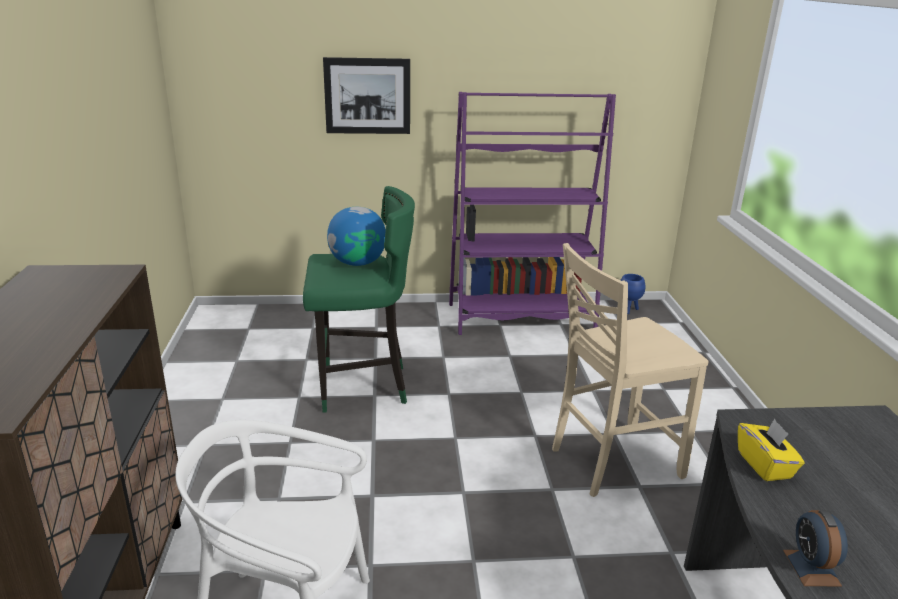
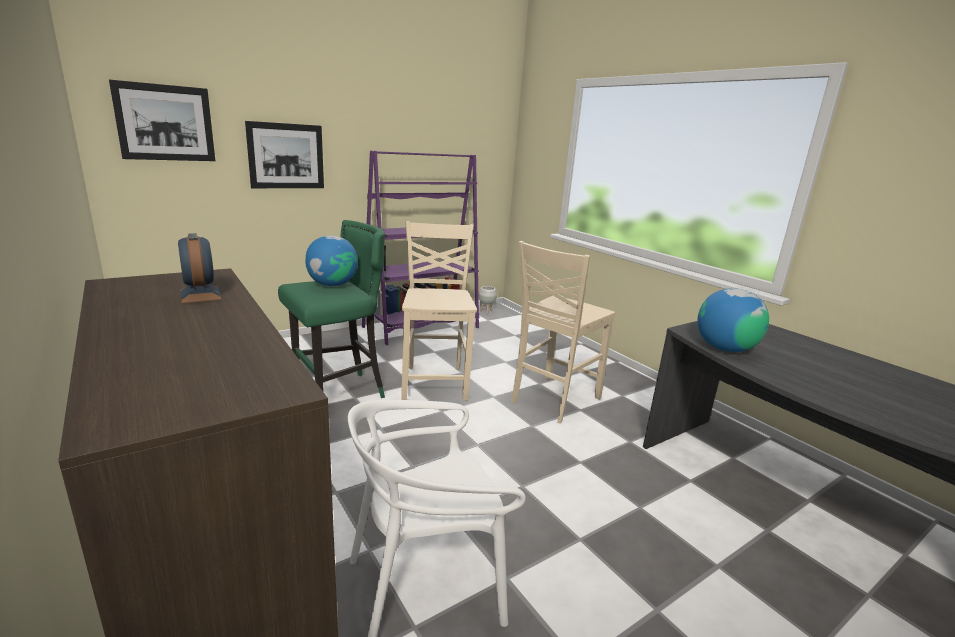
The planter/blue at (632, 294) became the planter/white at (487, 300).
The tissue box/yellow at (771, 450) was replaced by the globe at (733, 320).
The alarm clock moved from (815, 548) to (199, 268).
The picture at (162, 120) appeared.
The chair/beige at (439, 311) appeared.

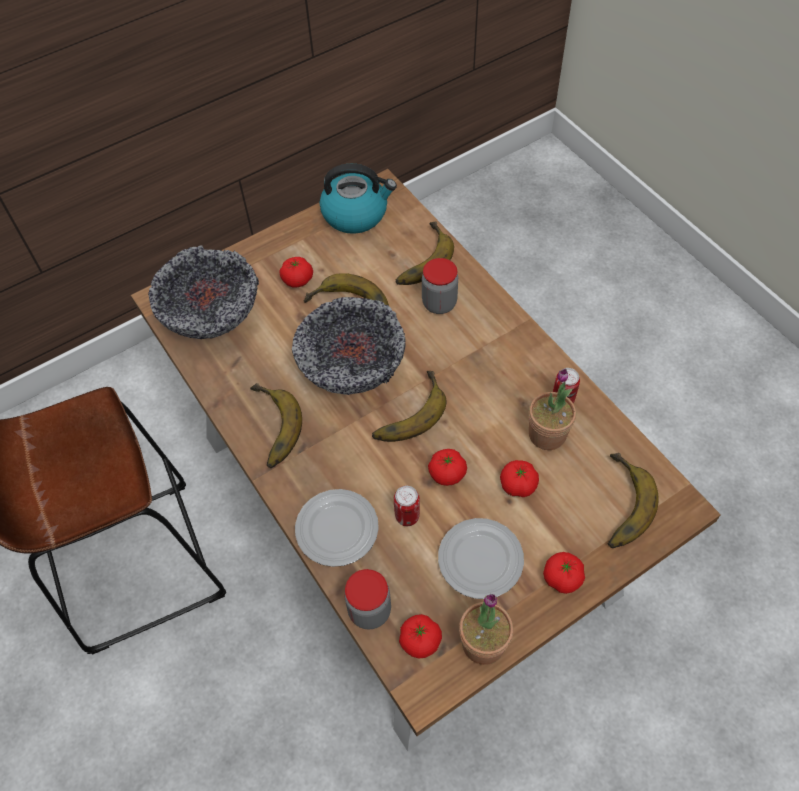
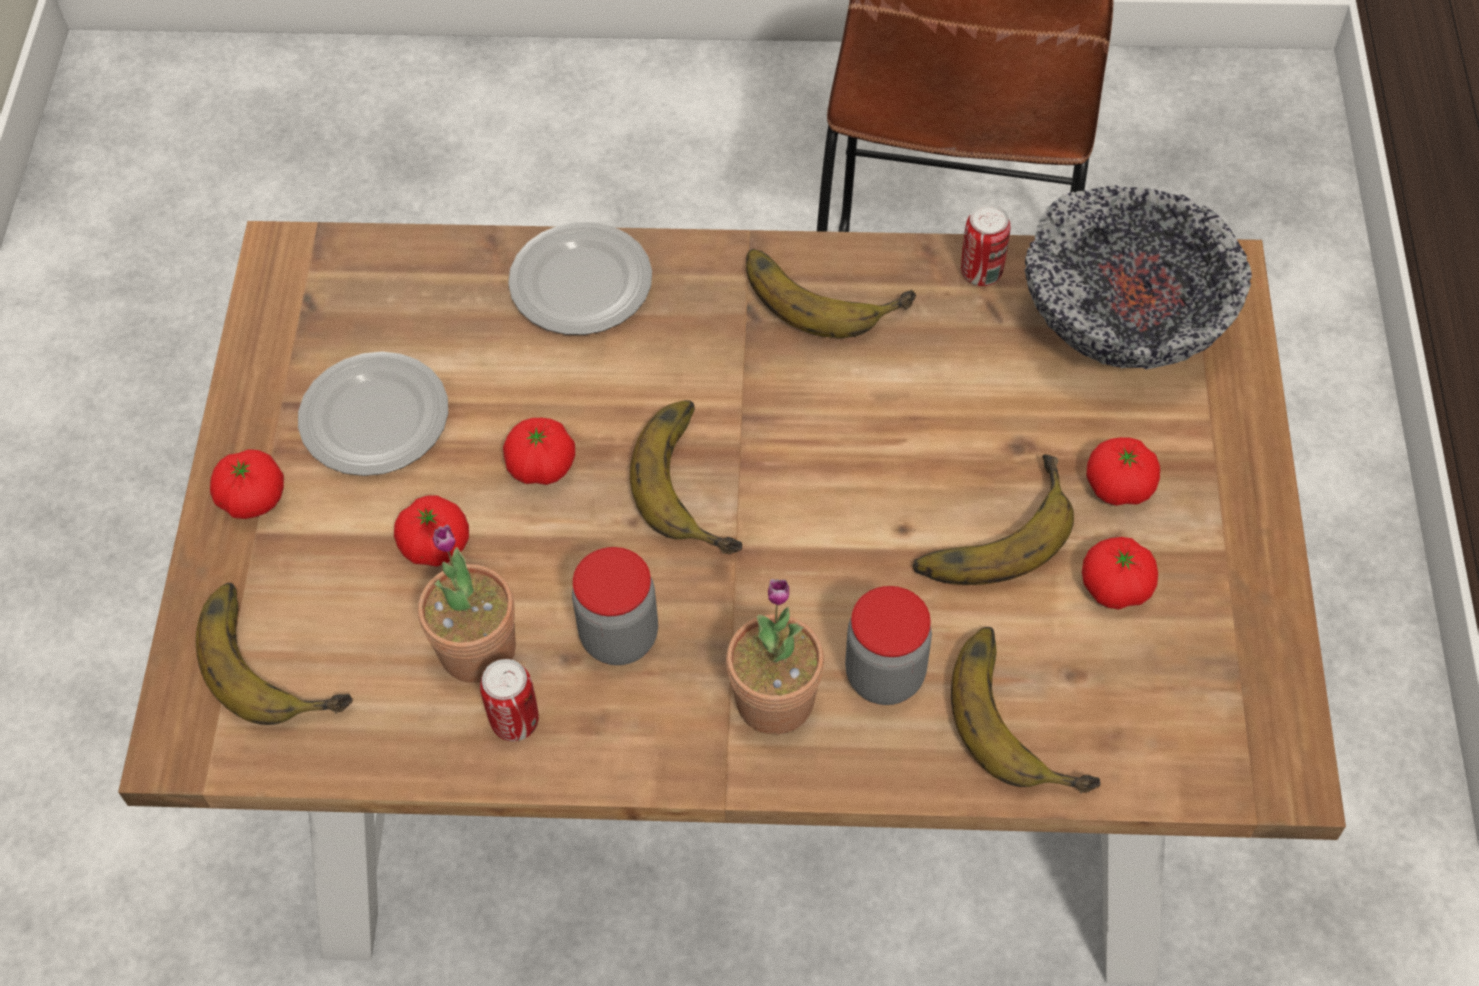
The bowl at (349, 346) disappeared.
The kettle at (358, 199) disappeared.
The jar moved from (367, 599) to (615, 606).
The can moved from (407, 506) to (985, 245).
The tomato moved from (420, 636) to (1120, 573).
The potted plant moved from (486, 629) to (775, 656).

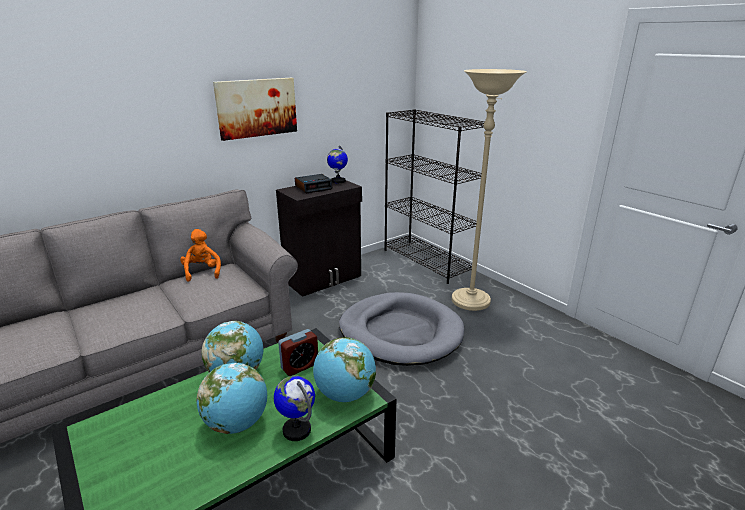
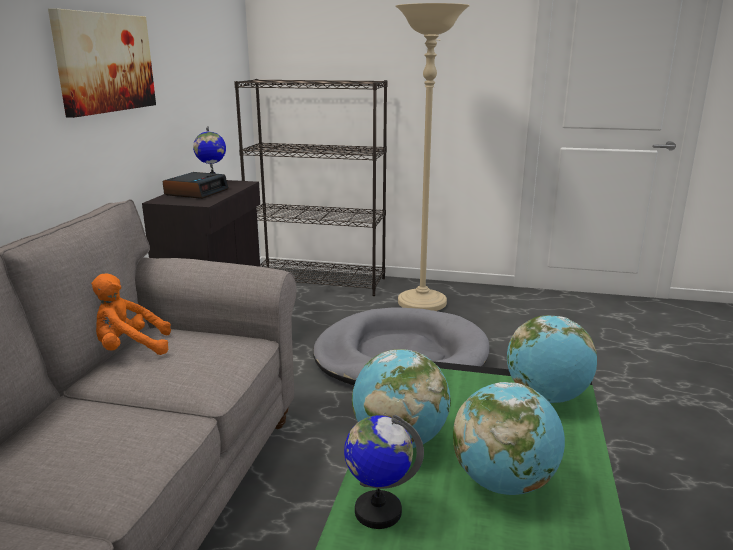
The plush toy/orange at (200, 255) turned 45 degrees counterclockwise.
The globe moved from (294, 408) to (384, 472).
The alarm clock at (298, 352) disappeared.

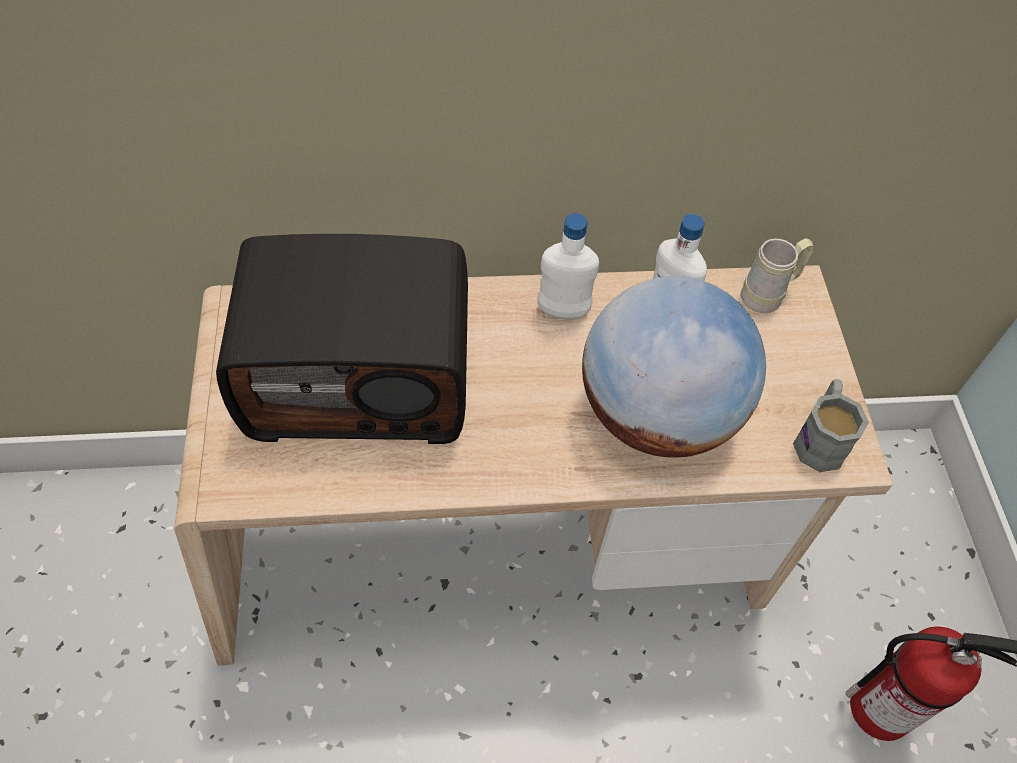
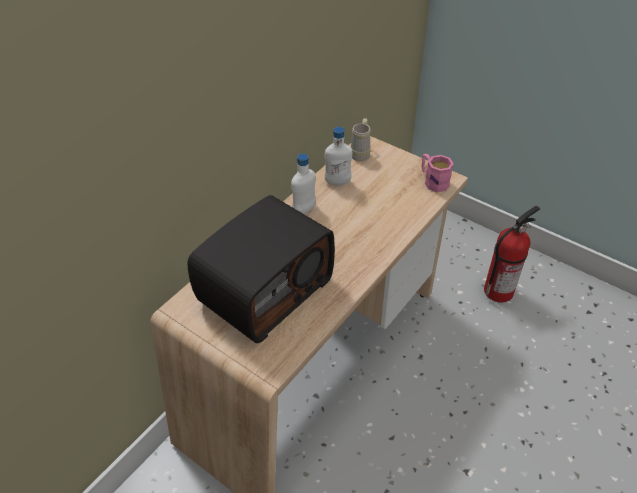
The globe at (674, 367) disappeared.
The mug/grey at (831, 425) became the mug/pink at (438, 173).

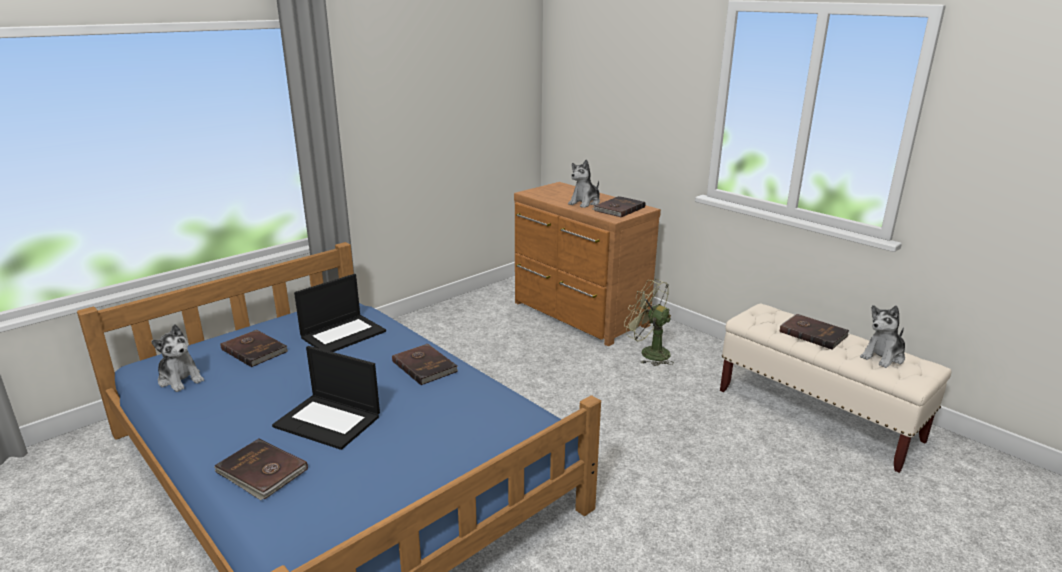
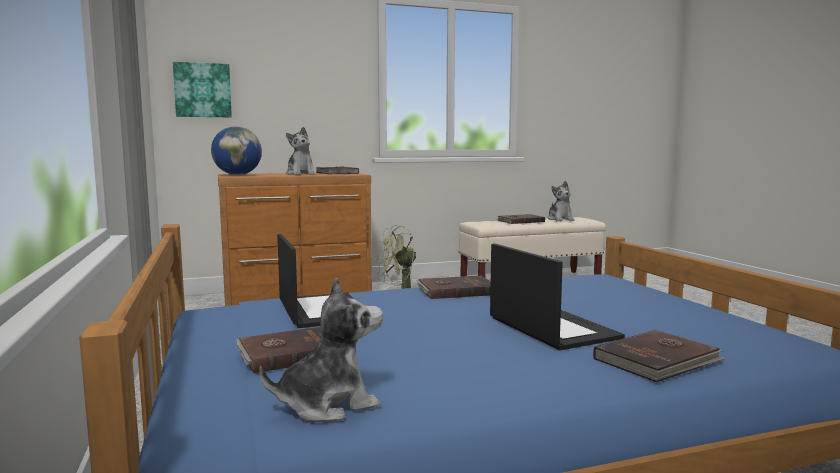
The laptop at (326, 398) turned 75 degrees counterclockwise.
The picture at (202, 90) appeared.
The globe at (236, 150) appeared.

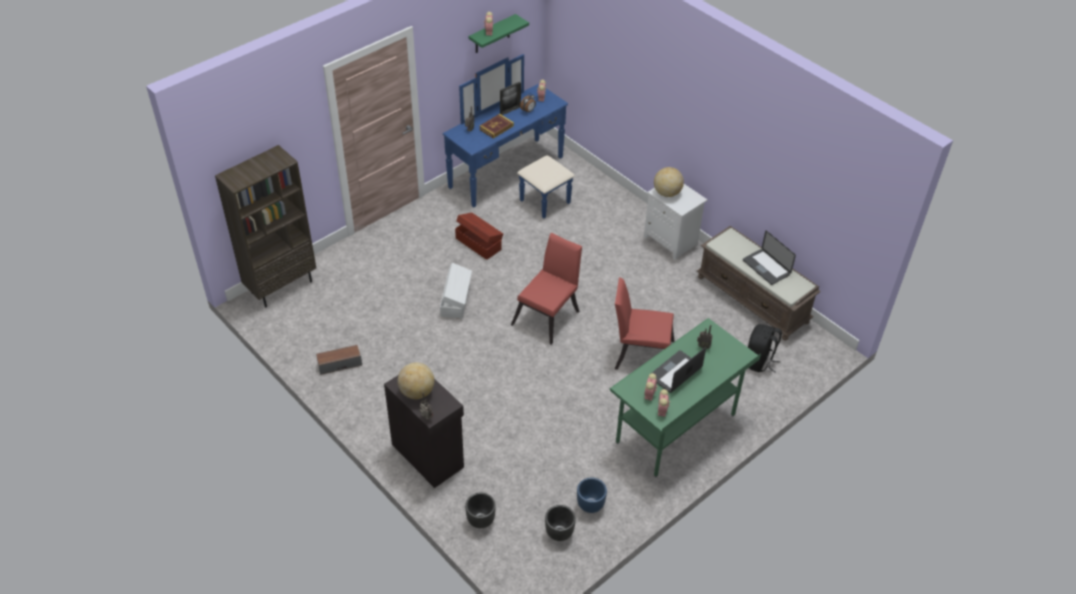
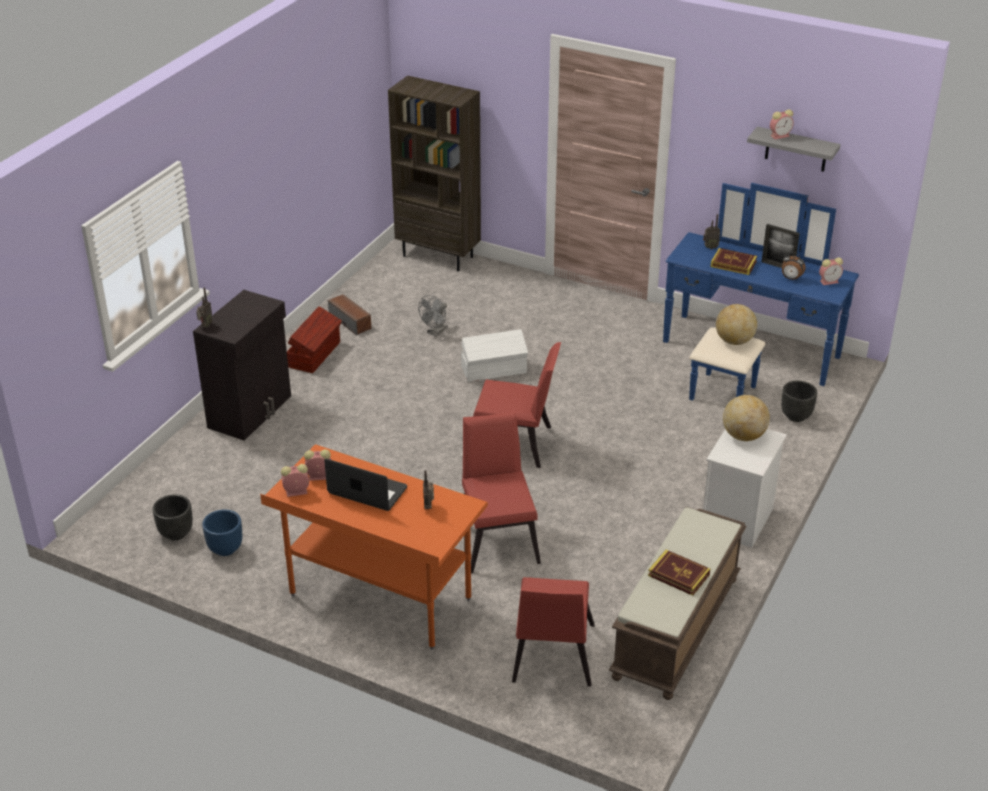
The globe moved from (416, 380) to (736, 324).
The storage box/brown moved from (479, 236) to (314, 339).
The planter/black moved from (480, 510) to (799, 401).
The shelf/green at (499, 33) became the shelf/grey at (794, 149).
The desk/green at (685, 397) became the desk/orange at (374, 547).
The laptop at (769, 257) was replaced by the book at (679, 573).
The backpack/black at (765, 348) was replaced by the chair/red at (553, 632).
The fan/grey at (433, 315) appeared.

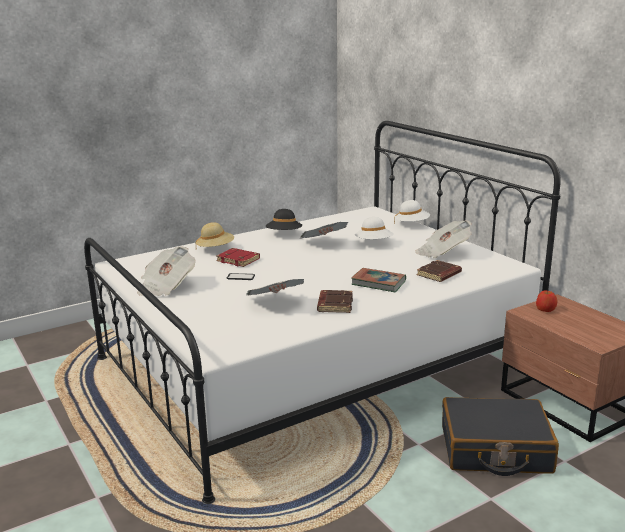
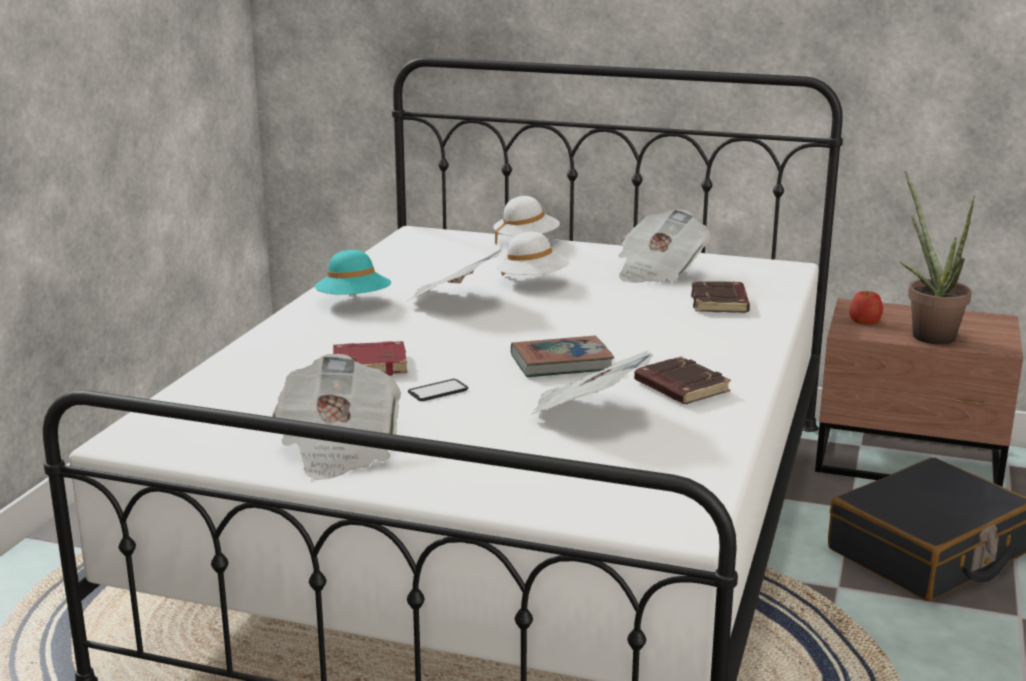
The hat/beige at (214, 234) disappeared.
The hat/black at (284, 219) became the hat/turquoise at (352, 272).
The book moved from (378, 280) to (562, 356).
The potted plant at (937, 258) appeared.

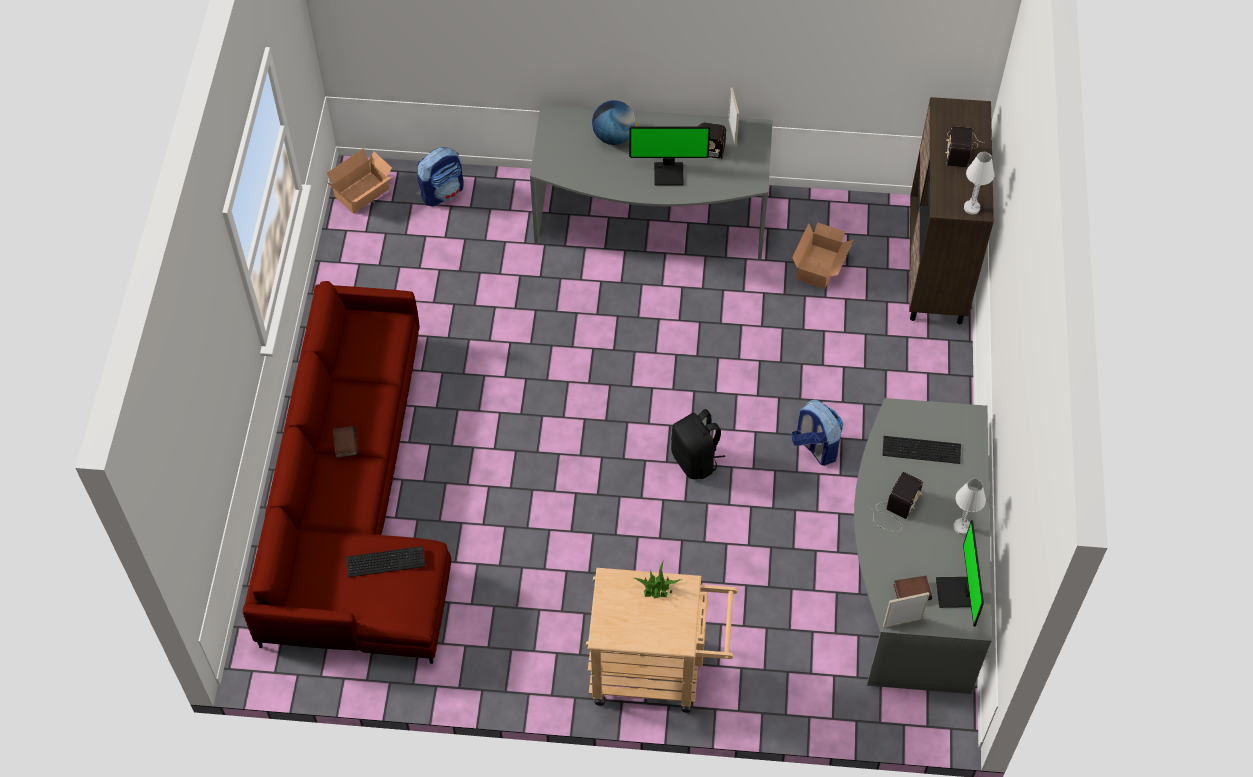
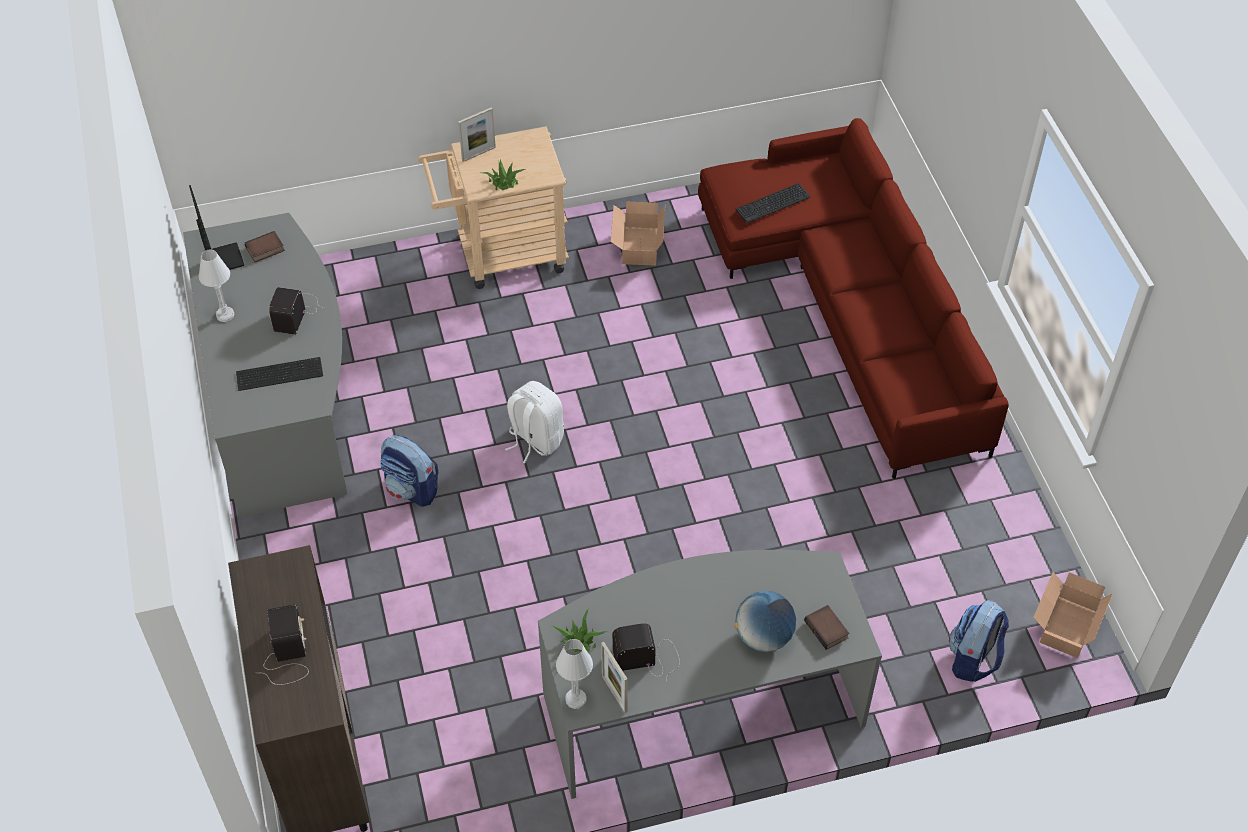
The book moved from (345, 442) to (826, 627).
The monitor at (669, 156) disappeared.
The backpack/black at (698, 444) became the backpack/white at (534, 422).
The cardboard box moved from (823, 255) to (638, 234).
The picture frame moved from (906, 610) to (477, 134).
The table lamp/white moved from (979, 183) to (574, 674).
The potted plant at (579, 630) appeared.

